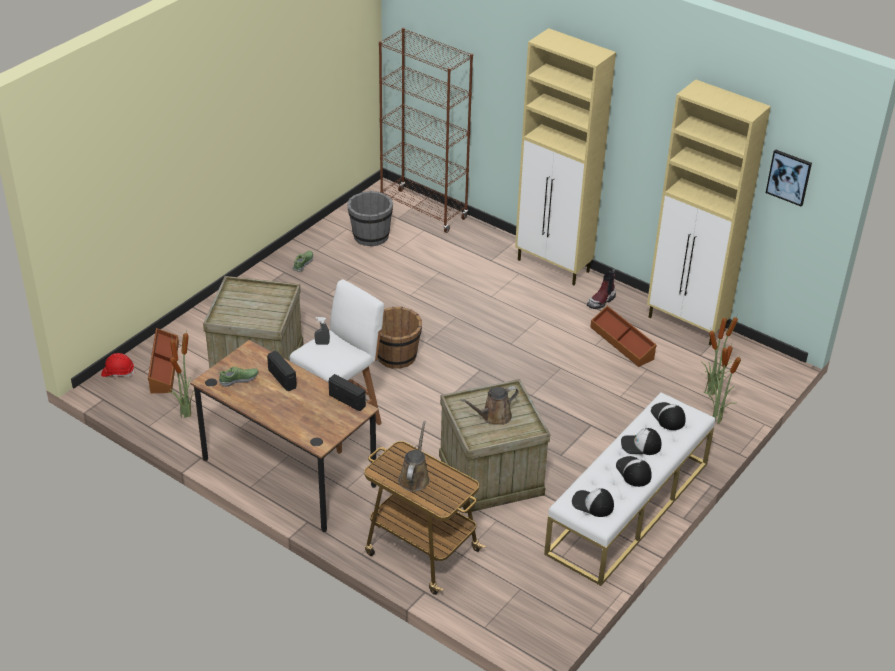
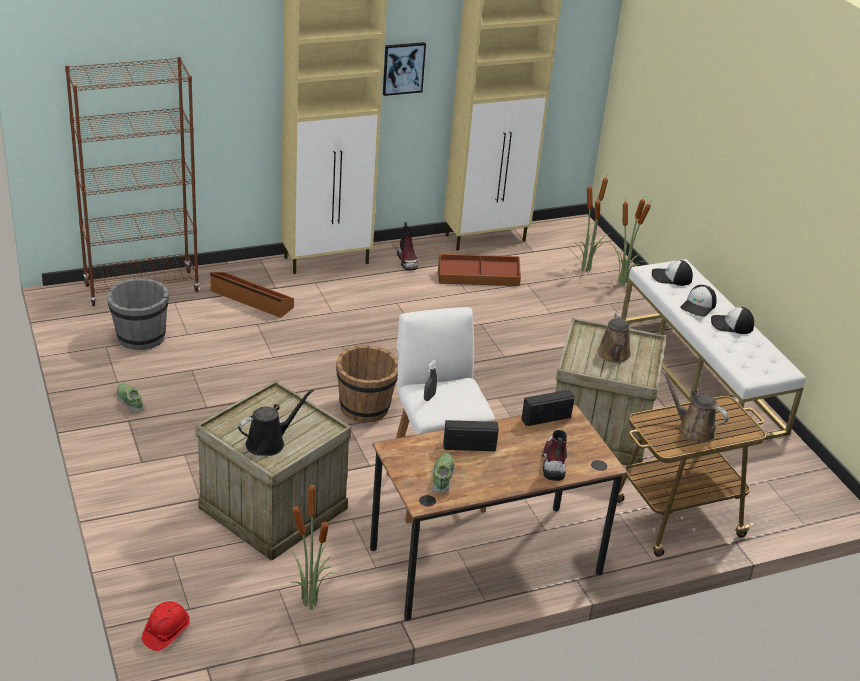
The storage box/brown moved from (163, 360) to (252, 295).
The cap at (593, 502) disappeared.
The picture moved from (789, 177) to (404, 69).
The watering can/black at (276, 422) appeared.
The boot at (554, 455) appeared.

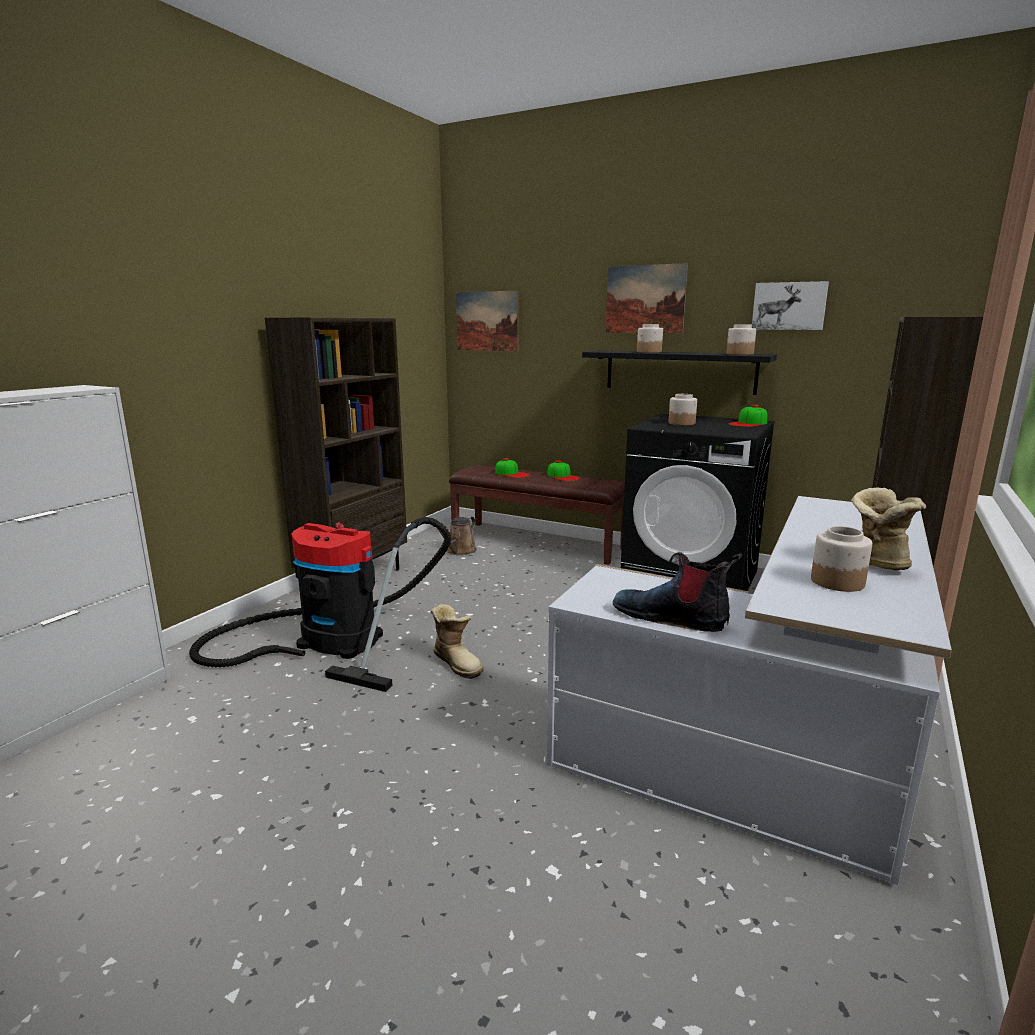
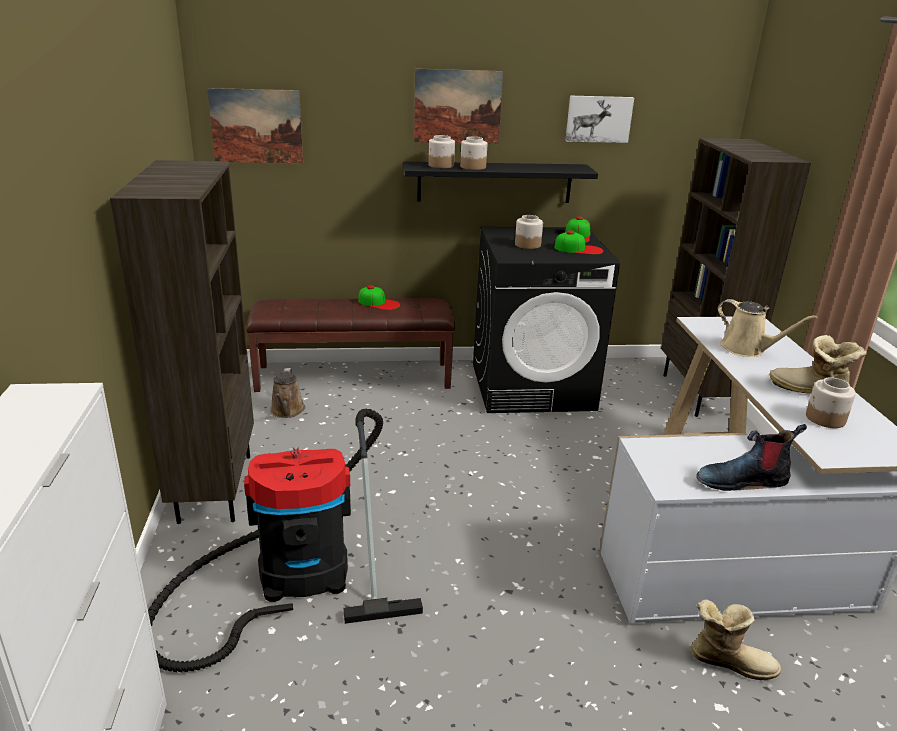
The boot moved from (457, 641) to (736, 639).
The cap moved from (512, 468) to (578, 242).
The jar moved from (741, 339) to (441, 151).
The watering can/beige at (768, 328) appeared.

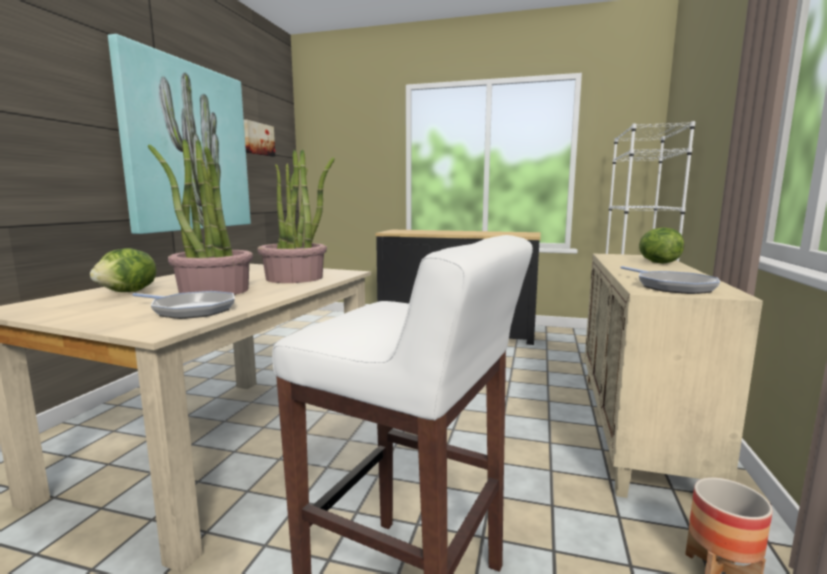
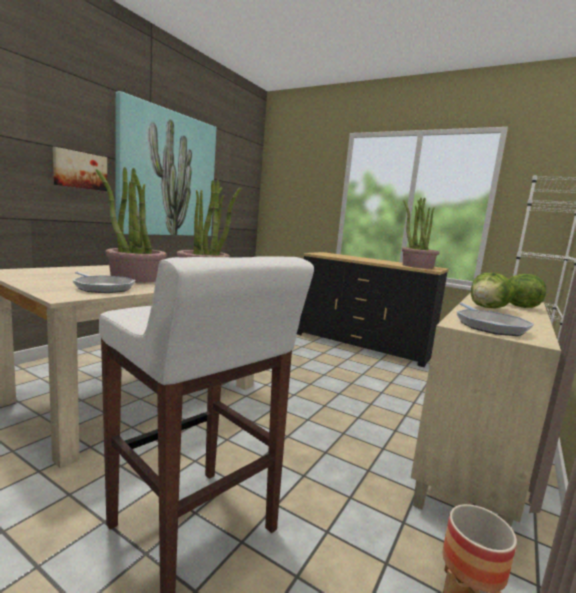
The lettuce moved from (123, 270) to (493, 291).
The picture moved from (259, 138) to (80, 169).
The potted plant at (421, 233) appeared.

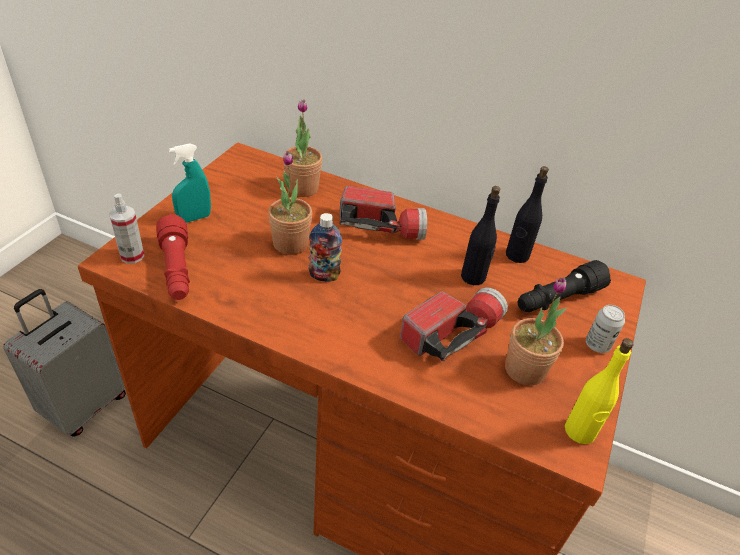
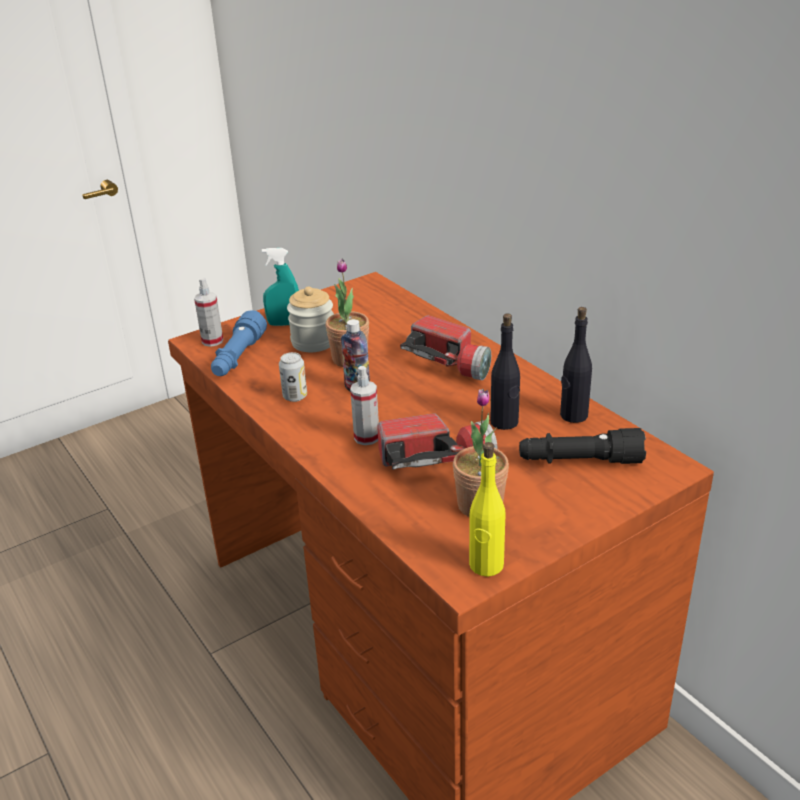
The suitcase/grey at (64, 363) disappeared.
The flashlight/red at (173, 257) became the flashlight/blue at (239, 343).
The potted plant at (303, 148) disappeared.
The can moved from (605, 329) to (293, 377).
The jar at (310, 319) appeared.
The spray bottle at (364, 405) appeared.

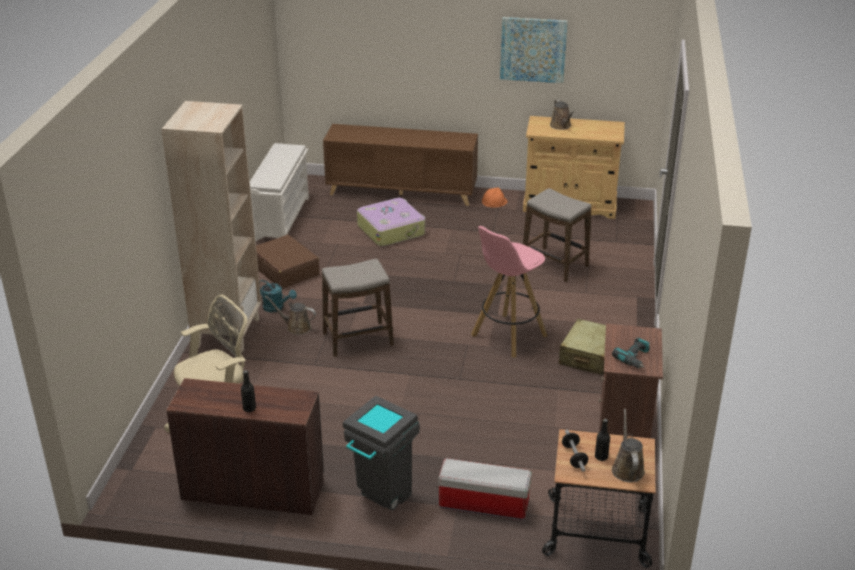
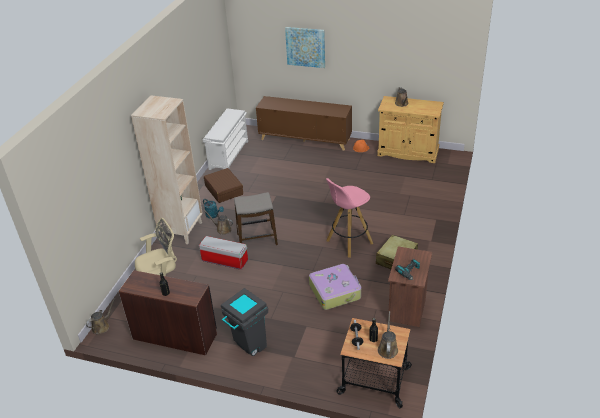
The suitcase moved from (391, 222) to (335, 287).
The storage box moved from (485, 489) to (223, 253).
The picture moved from (534, 50) to (305, 47).
The stool at (557, 235) disappeared.
The watering can/brown at (101, 316) appeared.

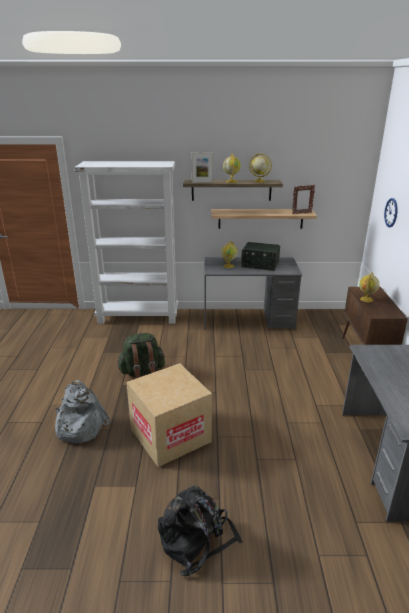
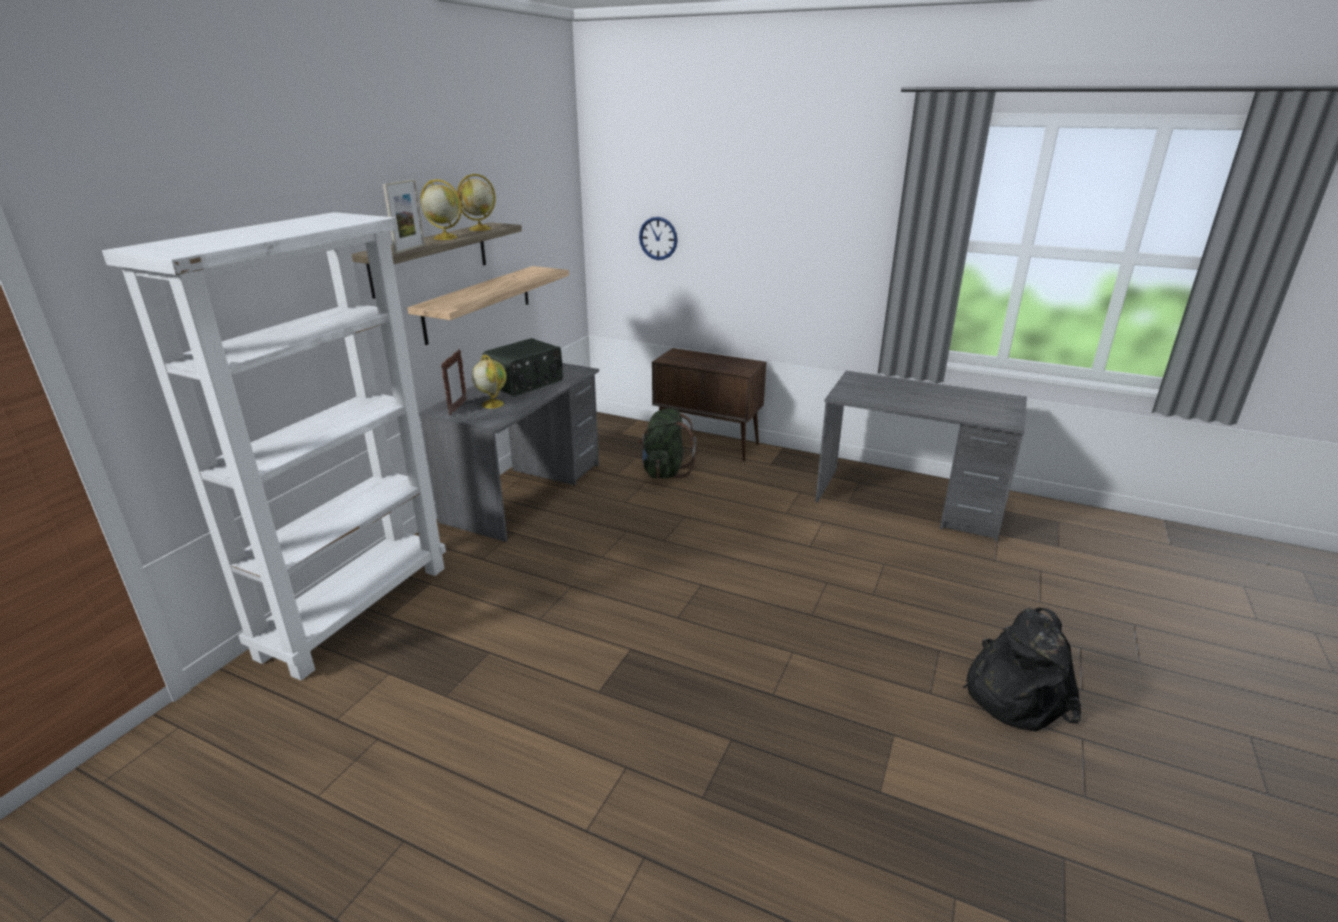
The backpack/grey at (82, 411) disappeared.
The backpack/green moved from (141, 356) to (667, 443).
The cardboard box at (169, 415) disappeared.
The picture frame moved from (303, 199) to (454, 382).
The globe at (369, 287) disappeared.

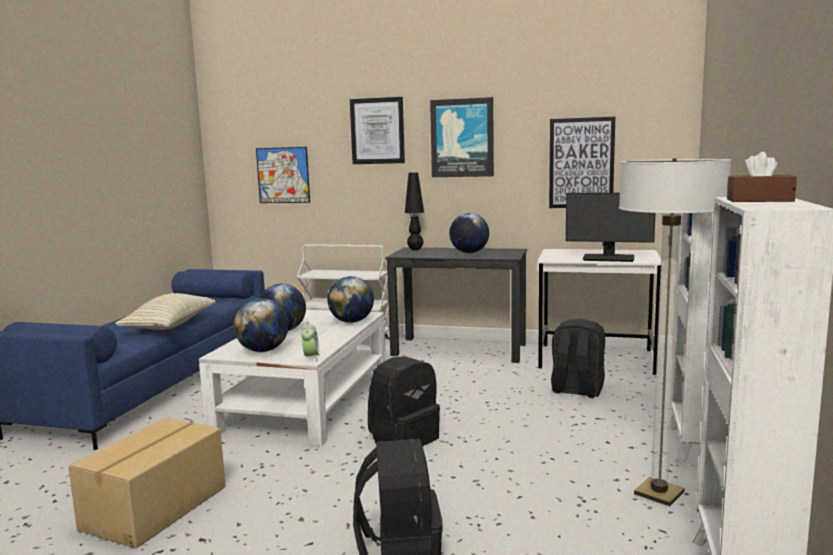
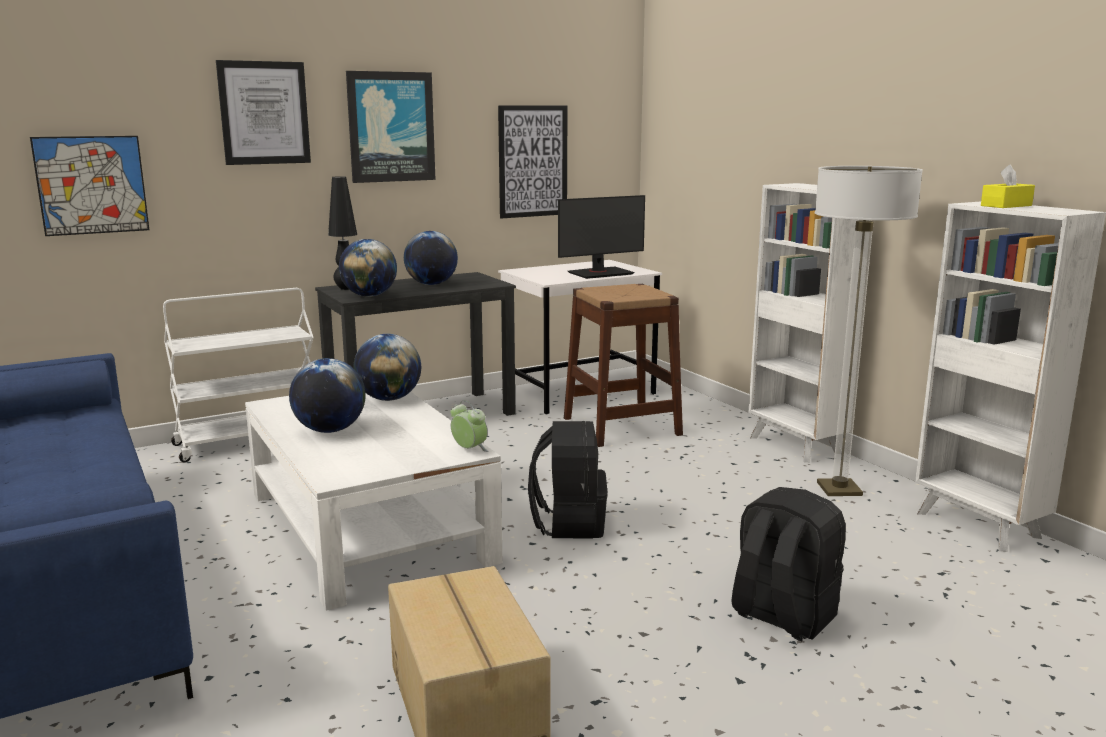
The pillow at (165, 311) disappeared.
The globe moved from (261, 325) to (368, 268).
The backpack/black at (578, 358) was replaced by the stool/brown at (623, 365).
The tissue box/brown at (762, 177) became the tissue box/yellow at (1008, 186).

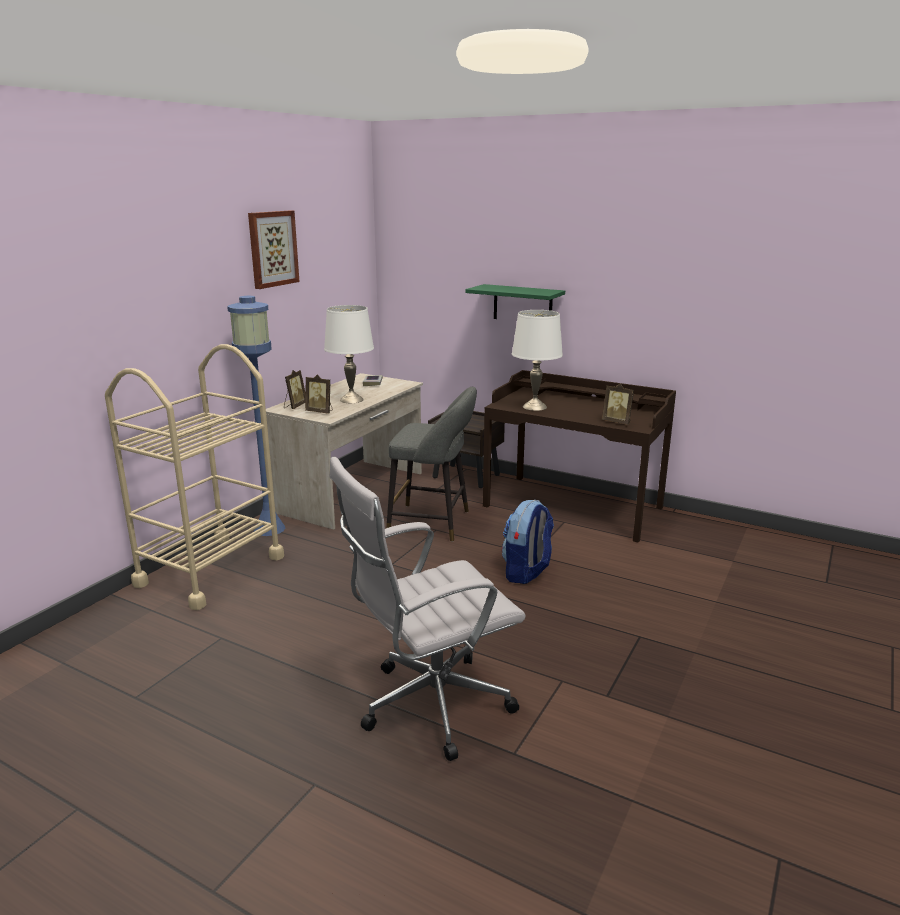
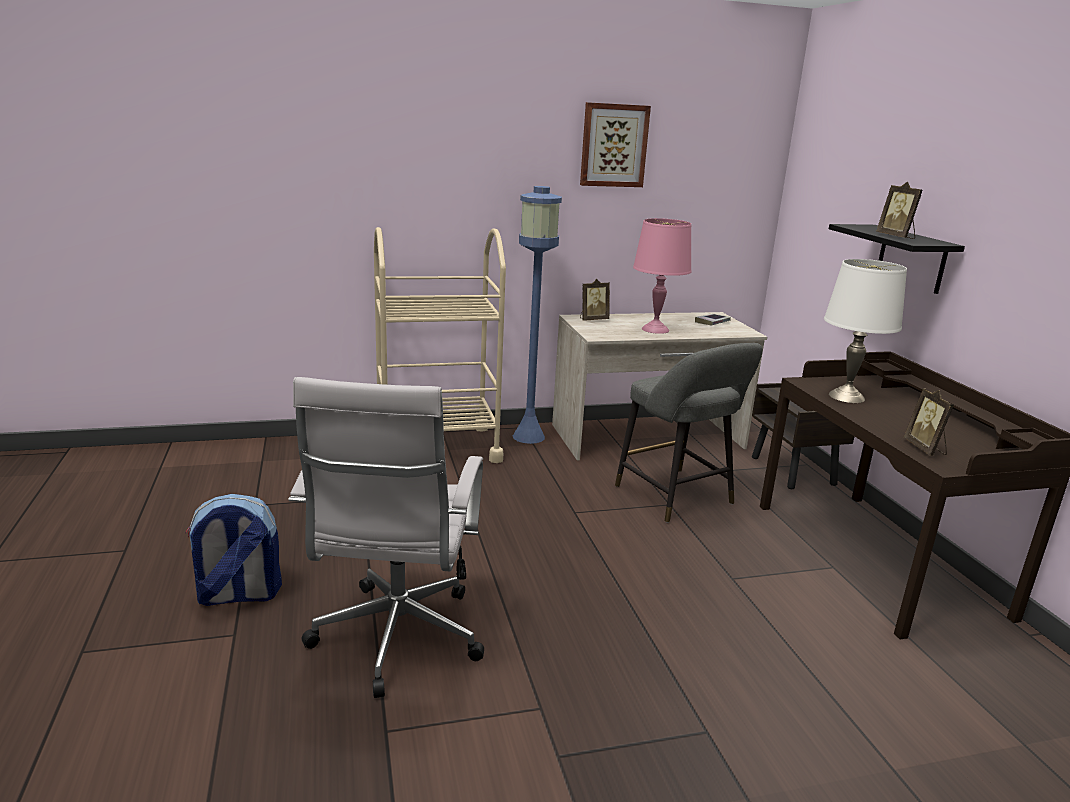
The picture frame moved from (319, 394) to (900, 210).
The table lamp/white at (349, 354) became the table lamp/pink at (662, 276).
The office chair/white at (427, 608) turned 105 degrees counterclockwise.
The shelf/green at (515, 301) became the shelf/black at (897, 259).
The backpack moved from (528, 542) to (233, 550).

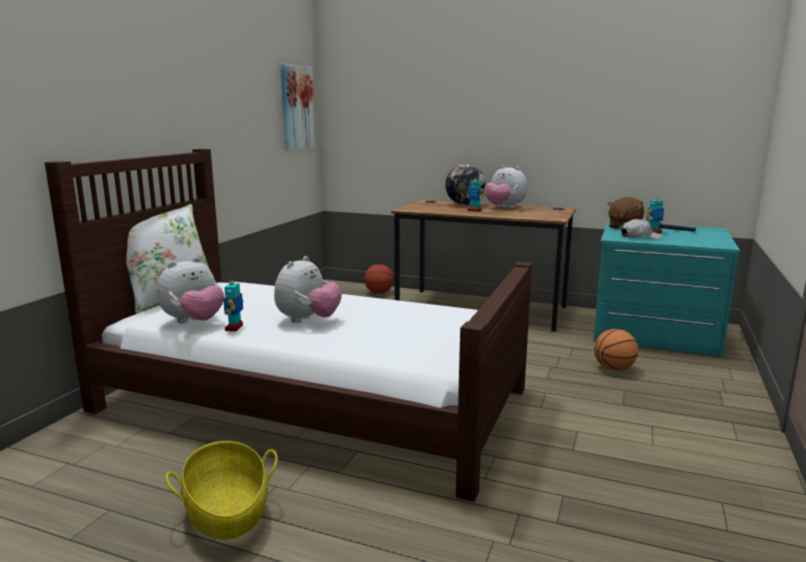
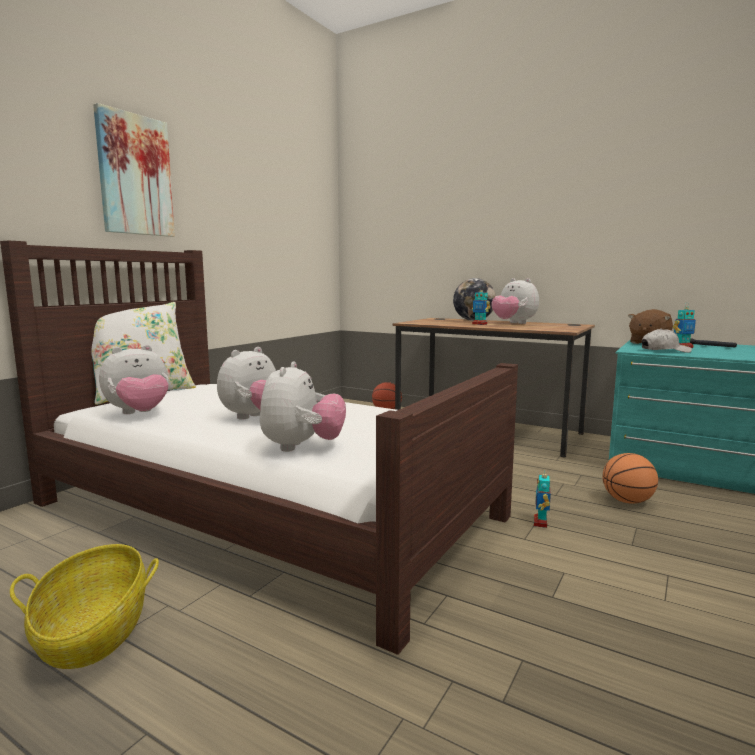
The toy robot moved from (233, 304) to (542, 500).
The picture moved from (297, 107) to (134, 170).
The plush toy at (303, 406) appeared.

